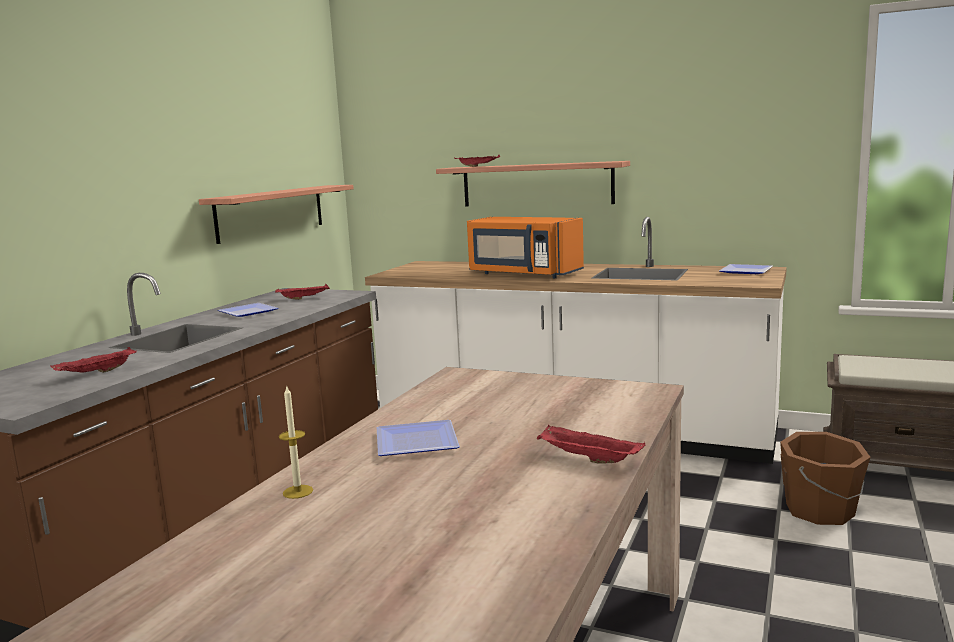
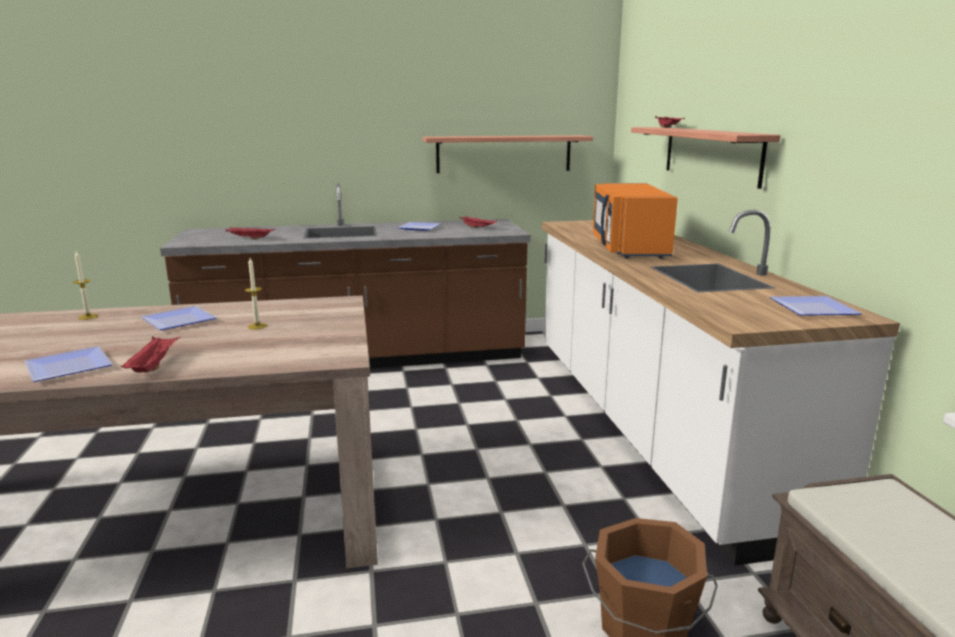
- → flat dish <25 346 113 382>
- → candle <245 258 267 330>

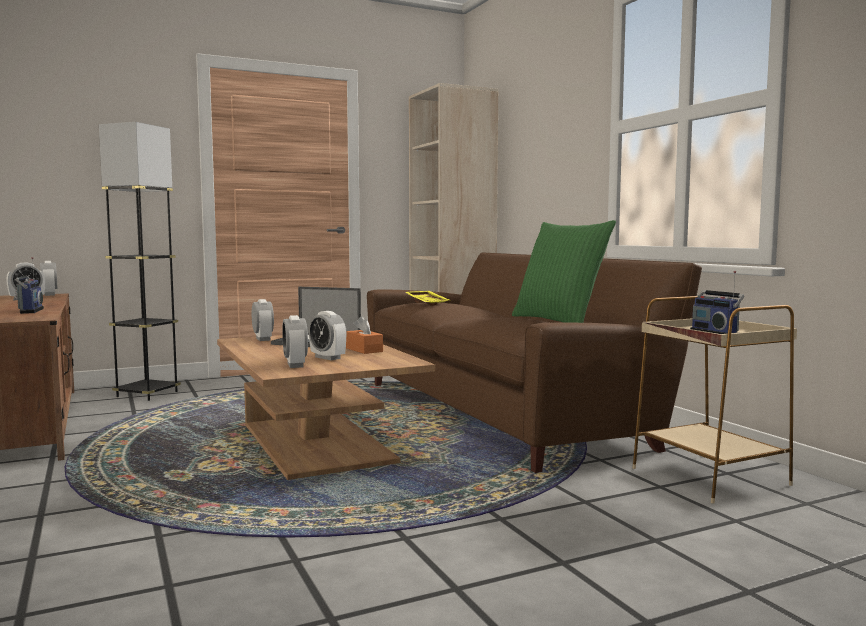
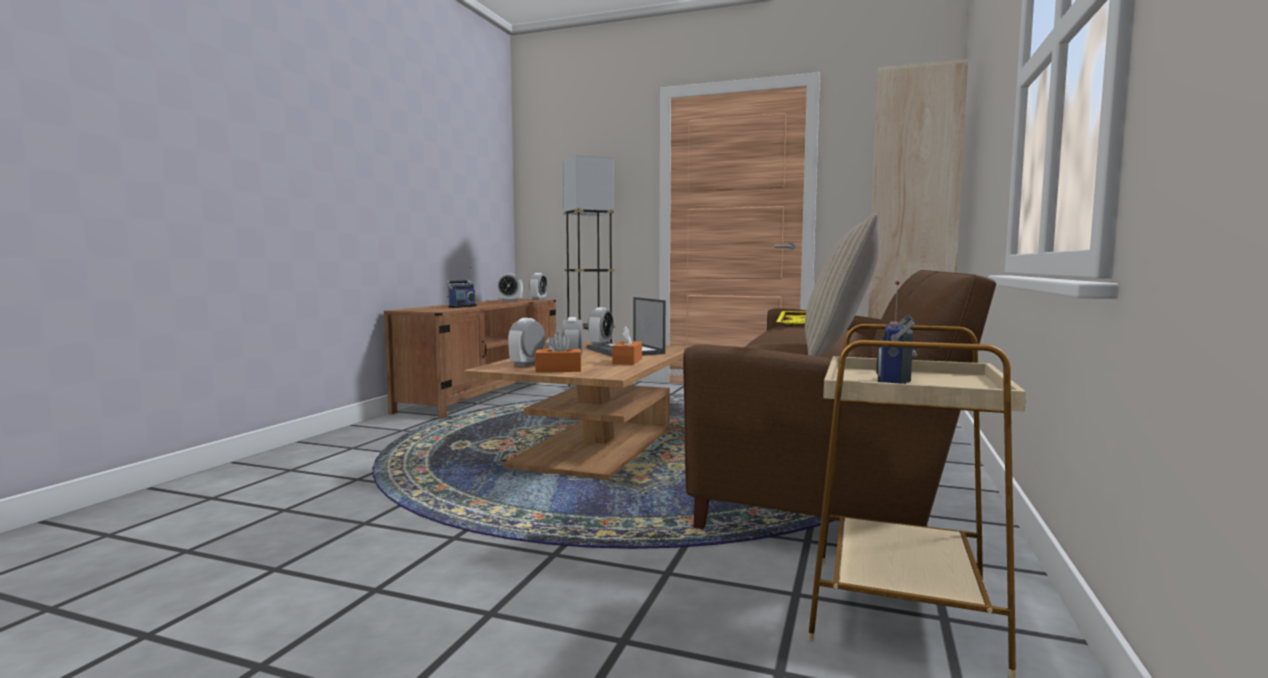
- → tissue box (orangey) <535 332 582 372>
cushion (greenish) <512 220 616 323> → cushion (beige) <805 214 880 357>

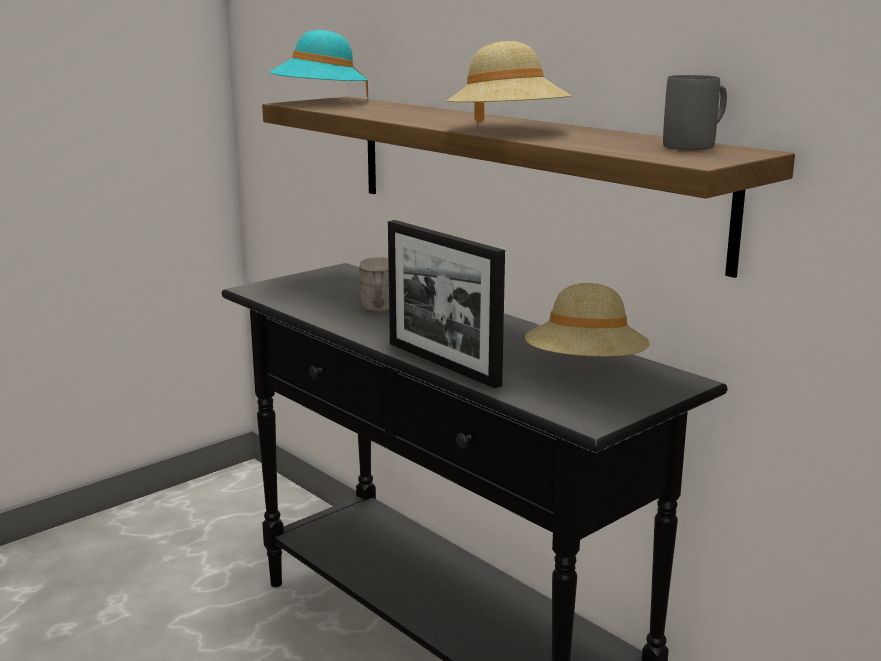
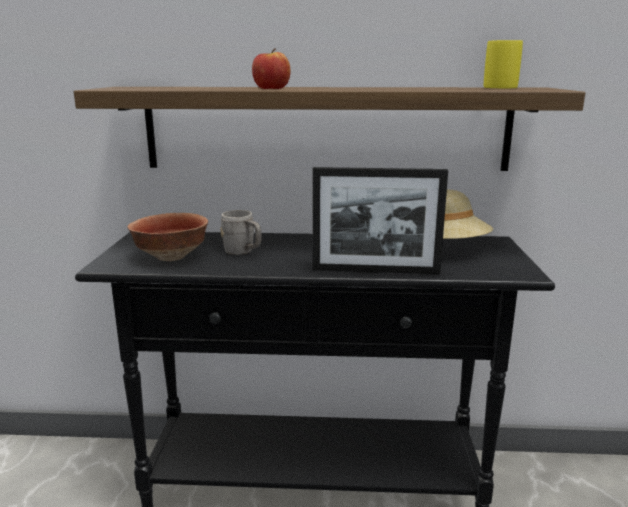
- → serving bowl <128 213 208 261>
- → apple <252 48 290 89>
mug (grey) <663 75 727 150> → mug (yellow) <484 40 523 88>
wearable hat (blue-green) <269 30 368 100> → -
wearable hat (beige) <446 41 571 123> → -

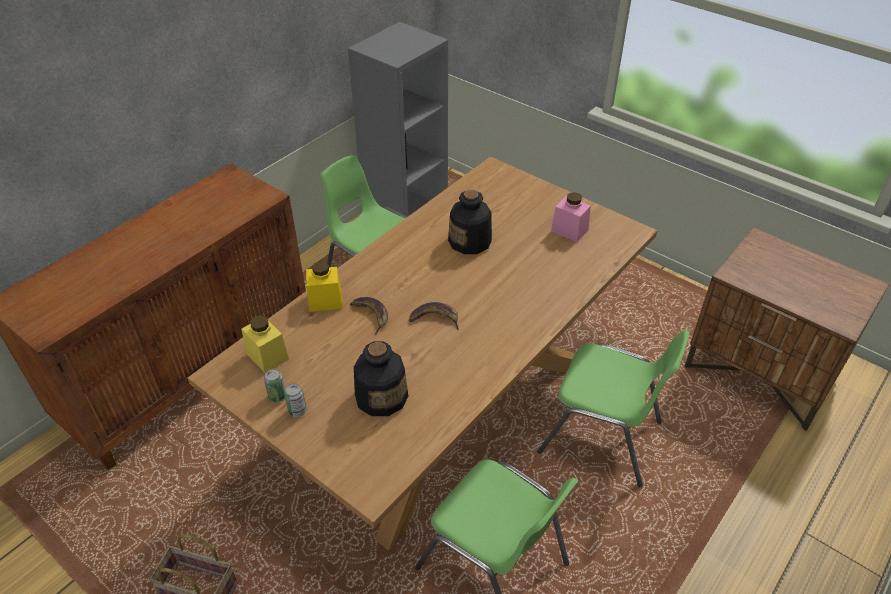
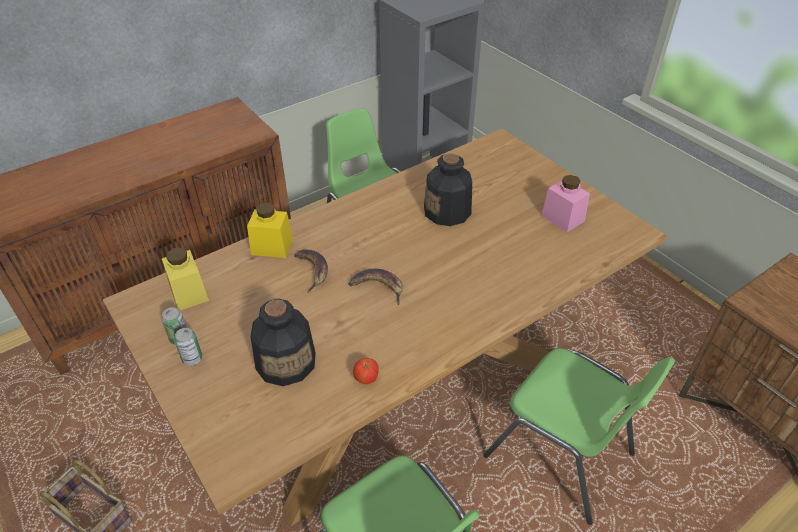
- → apple <353 358 379 384>

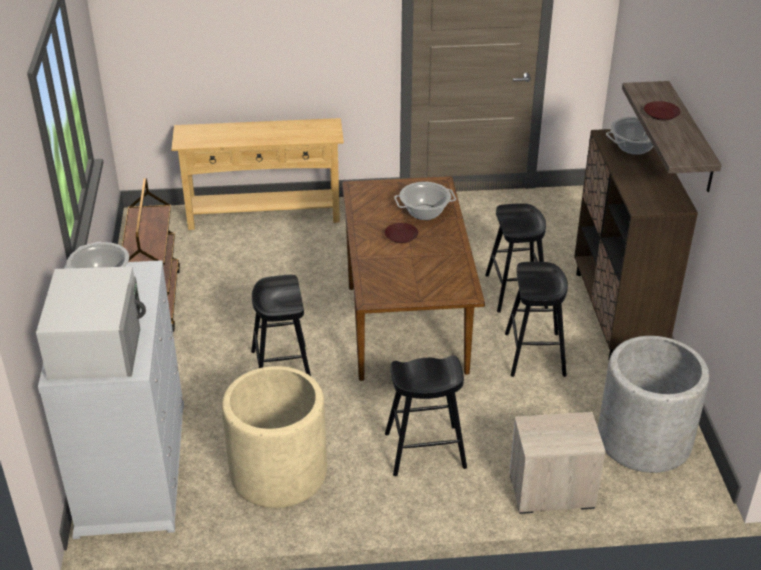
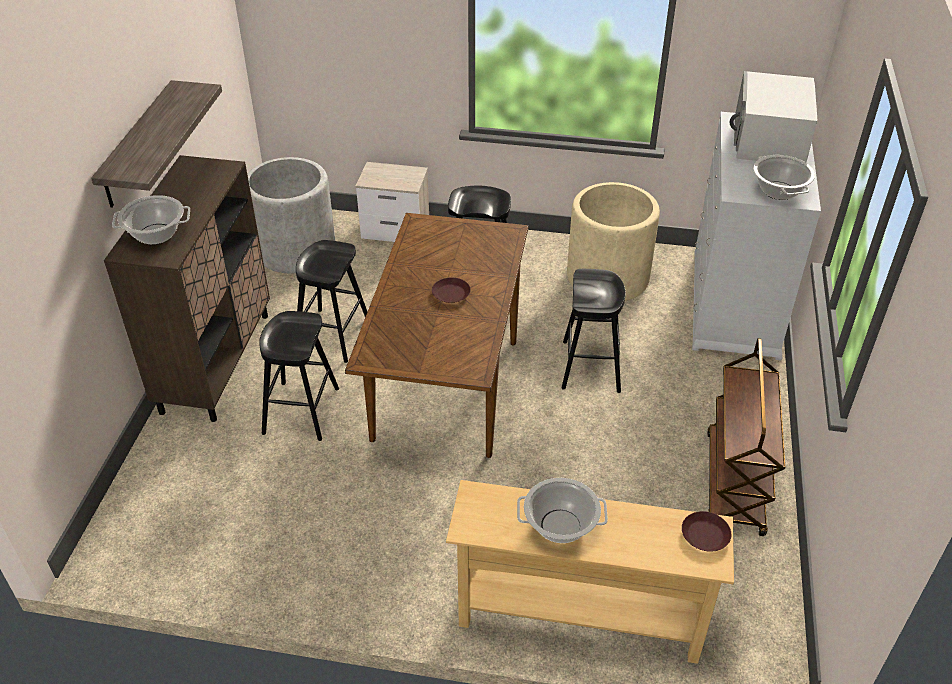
stockpot <394 182 456 220> → stockpot <517 478 608 543>, shifted
flat dish (brownish) <644 101 681 121> → flat dish (brownish) <682 511 731 552>, shifted

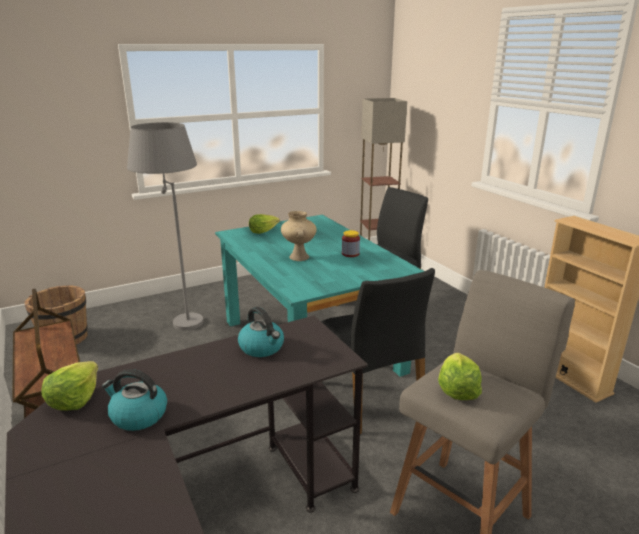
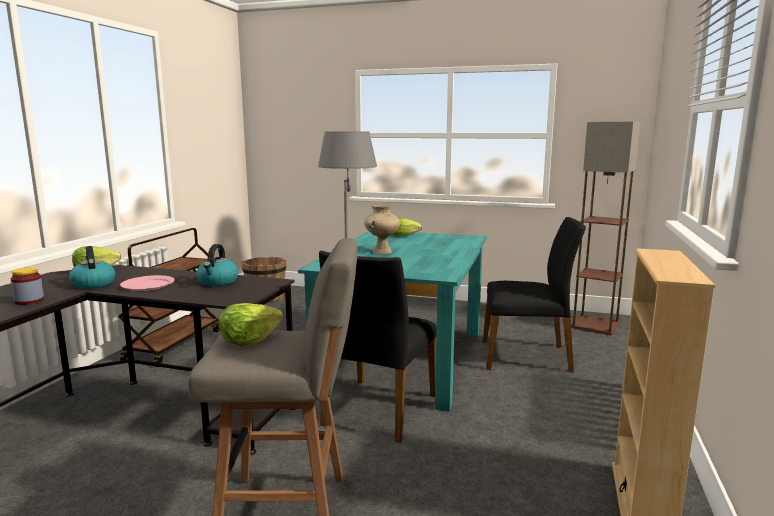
storage jar <342 230 360 257> → storage jar <11 267 44 305>, shifted
- → flat dish (pinkish) <120 275 175 291>

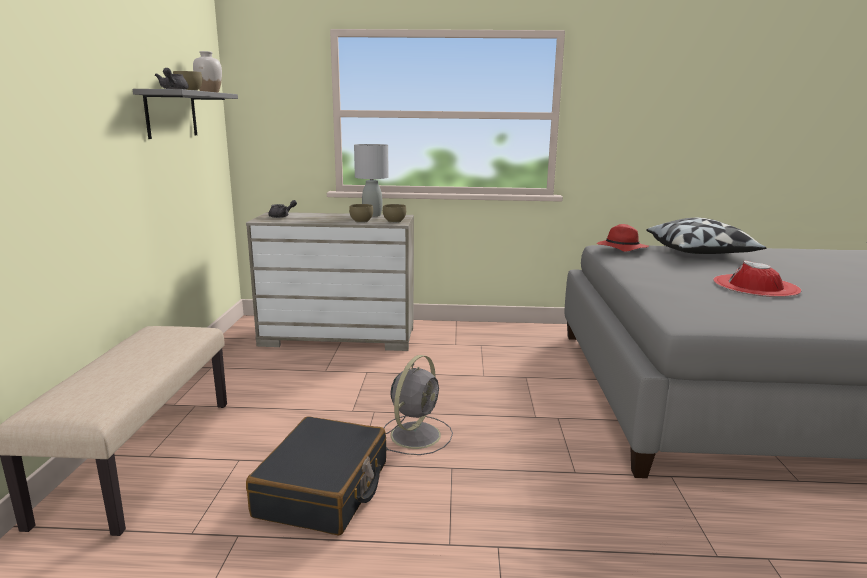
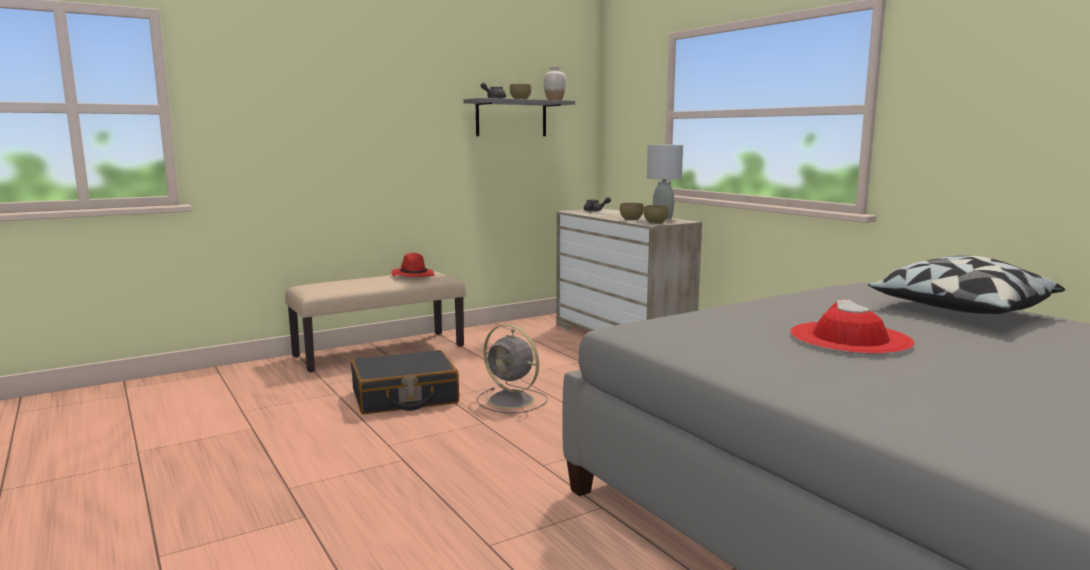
wearable hat (red) <597 224 649 252> → wearable hat (red) <391 253 434 277>, shifted
electric fan (grey) <384 355 453 455> → electric fan (grey) <477 324 548 413>, 45 degrees clockwise

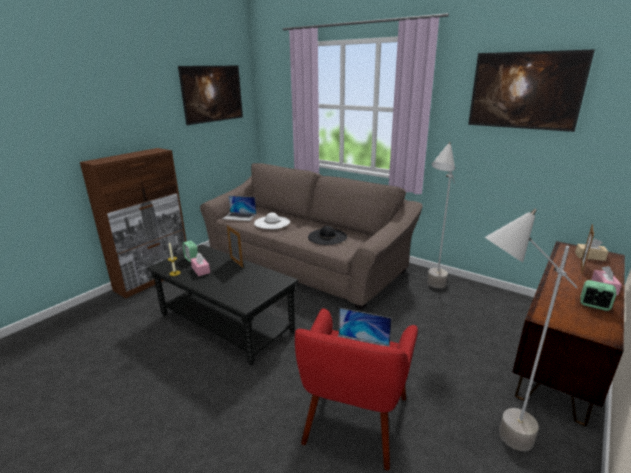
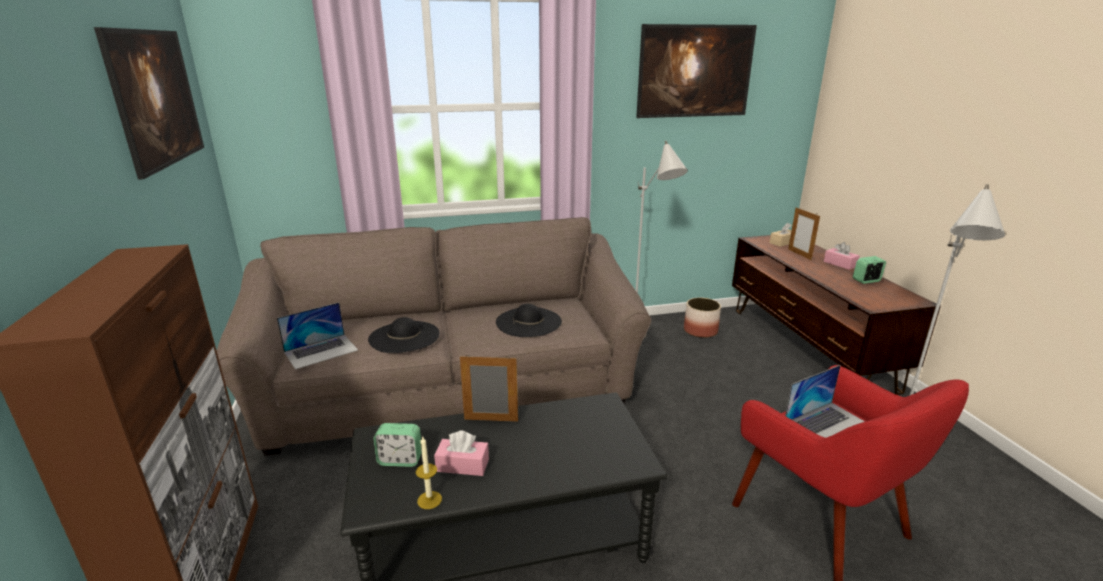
wearable hat (whitish) <254 213 290 229> → wearable hat (black-coloured) <368 317 440 353>
- → planter <684 298 721 338>

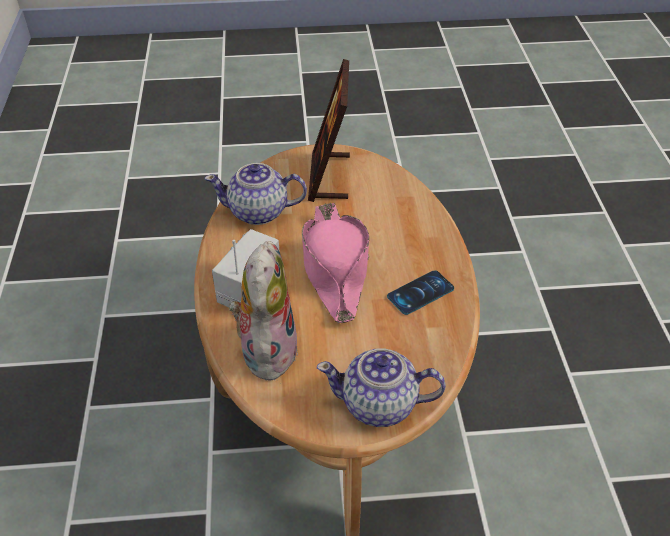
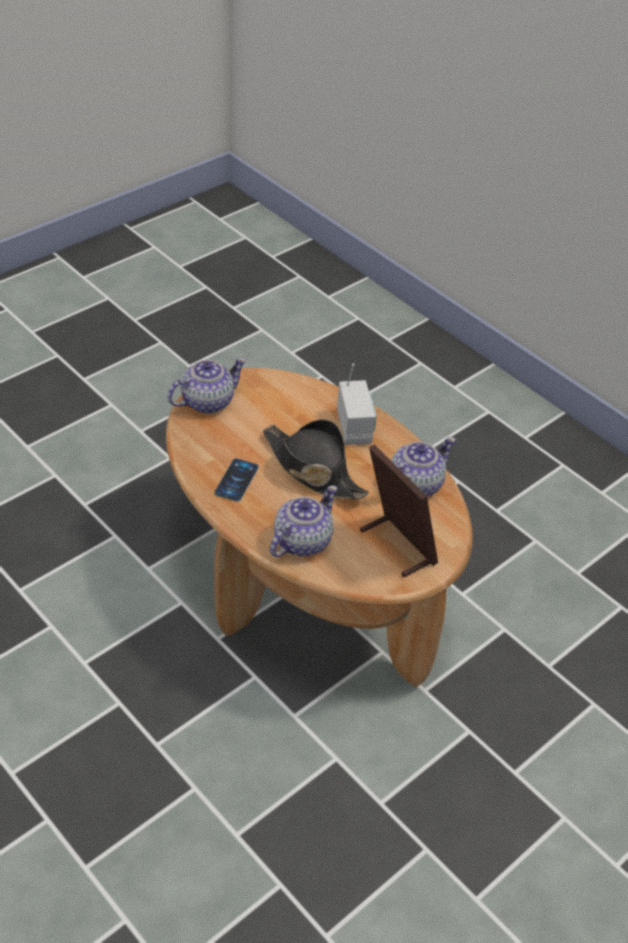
wearable hat (pinkish) <302 203 369 323> → wearable hat (black-coloured) <263 419 369 499>
- → pot for tea <270 485 337 557>
cuddly toy <229 241 298 381> → -

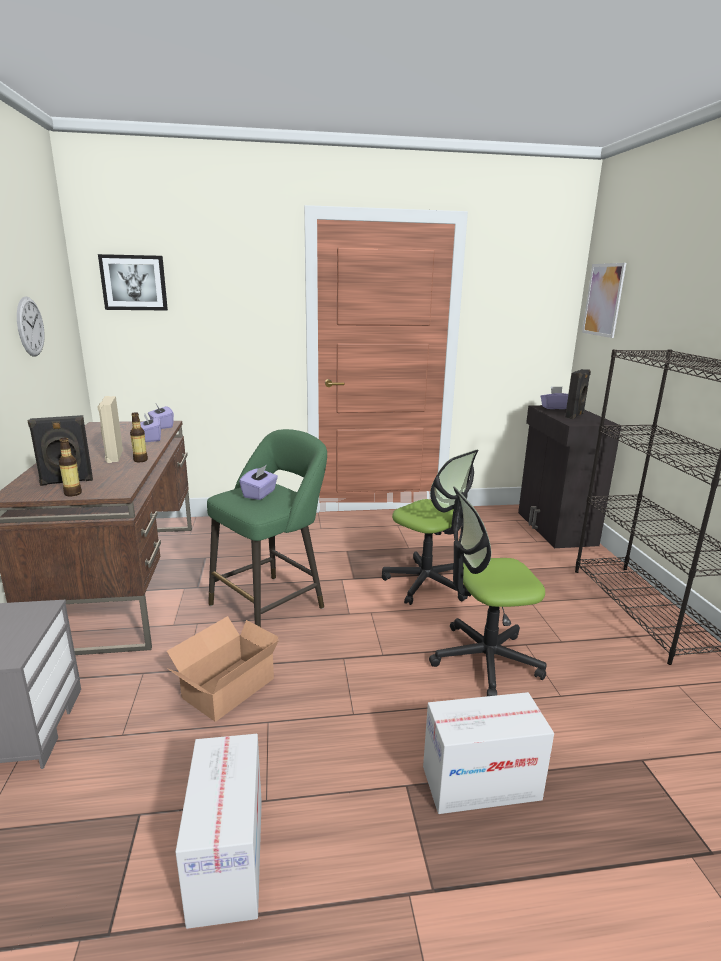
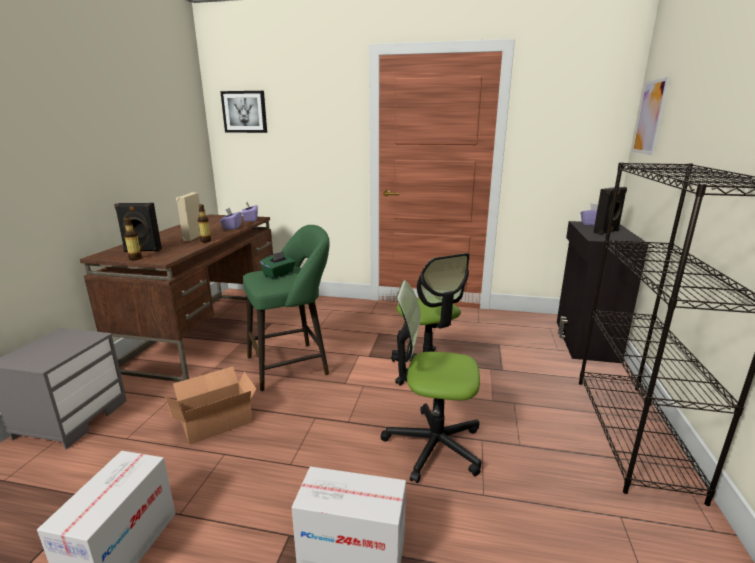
tissue box (purple-coloured) <239 465 278 500> → tissue box (greenish) <260 251 295 279>
hanging clock <17 296 44 356> → -

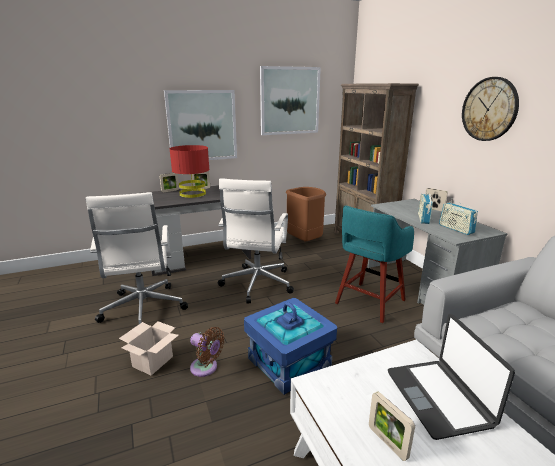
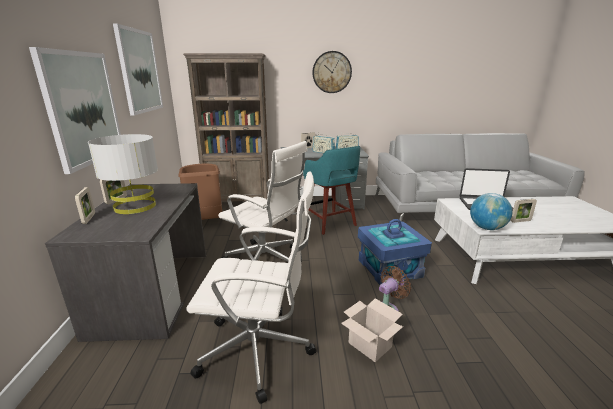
lamp for a table (red) <170 145 210 198> → lamp for a table (grey) <88 134 158 214>
- → desk globe <470 193 512 230>

